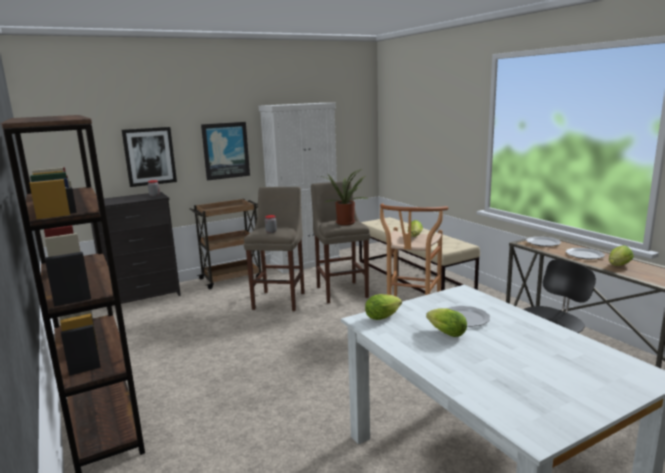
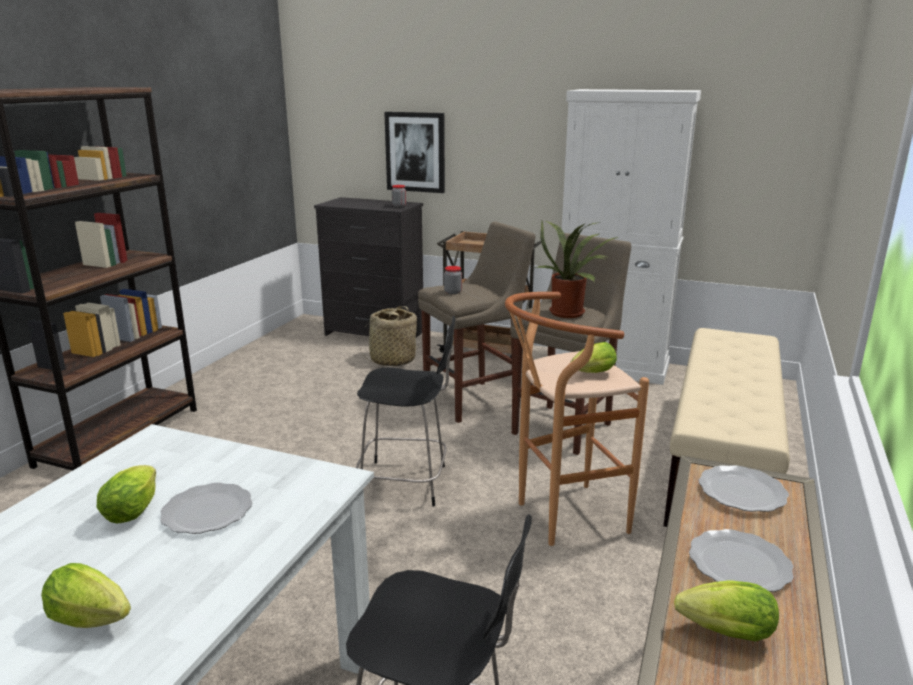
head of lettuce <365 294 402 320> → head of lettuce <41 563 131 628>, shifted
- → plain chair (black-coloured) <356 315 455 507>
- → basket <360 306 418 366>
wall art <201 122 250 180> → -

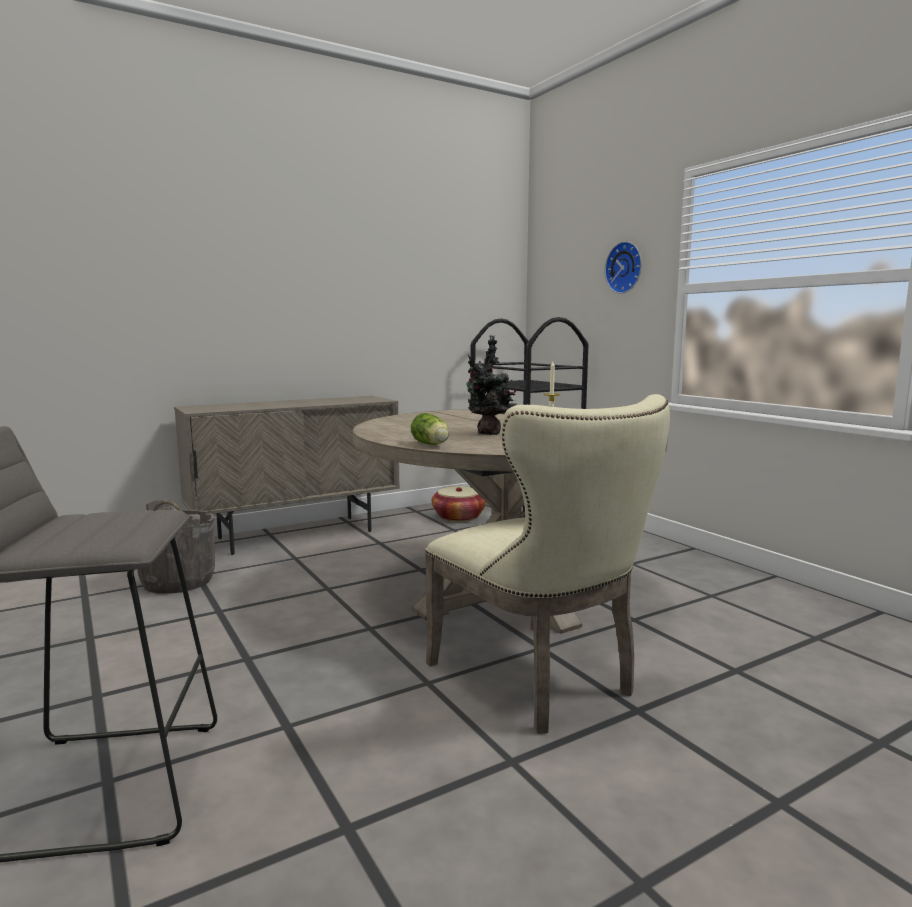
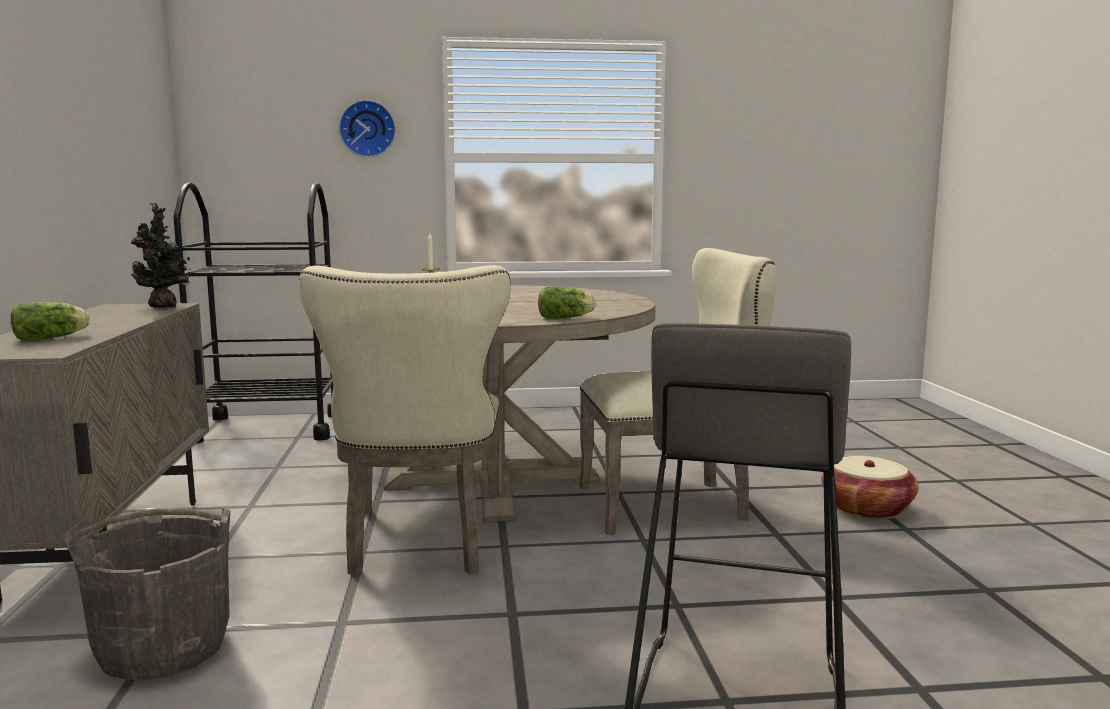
- → head of lettuce <11 302 90 341>
potted plant <466 335 517 435> → potted plant <131 203 191 308>, shifted
- → plain chair (beige) <299 265 511 576>
basket <432 486 486 522> → basket <821 456 918 519>, shifted

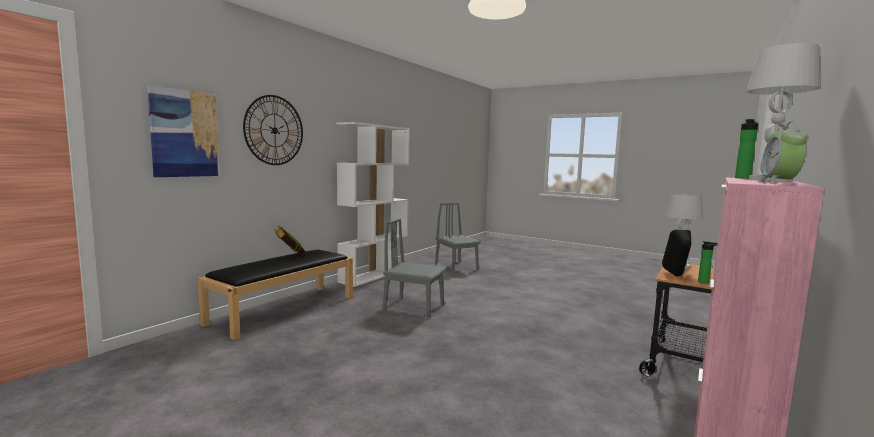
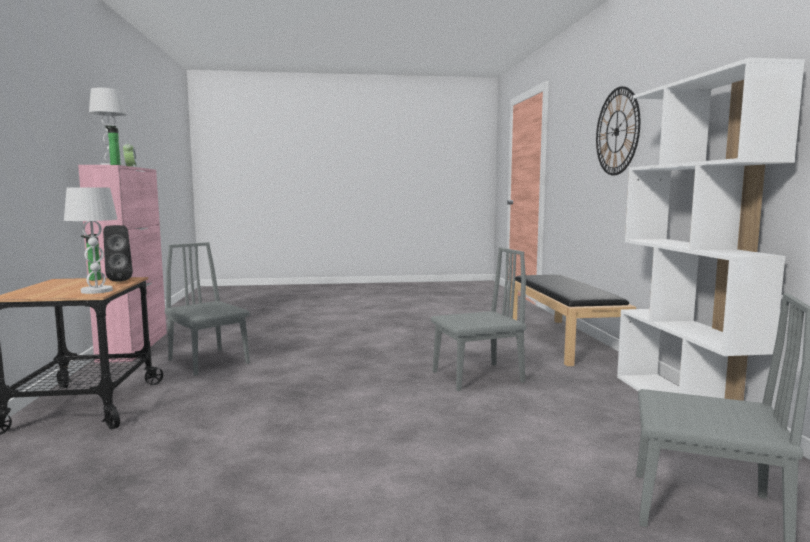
- → plain chair (grey) <165 242 250 376>
wall art <147 86 220 177> → -
bound book <274 225 306 256> → -

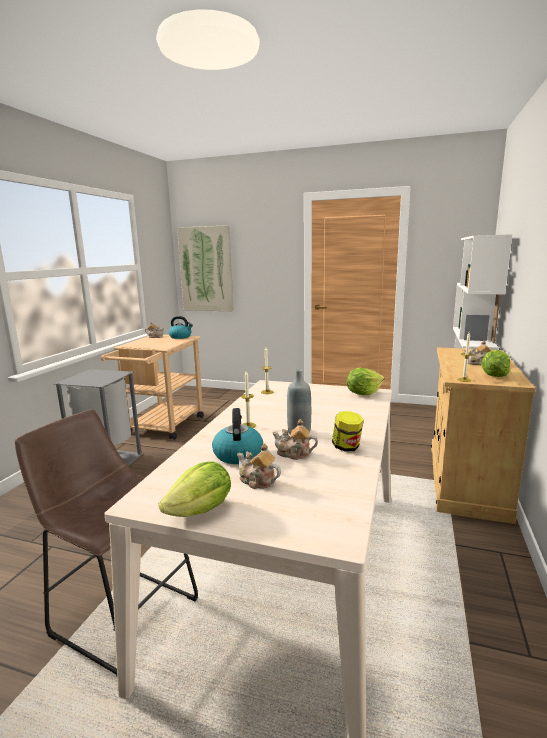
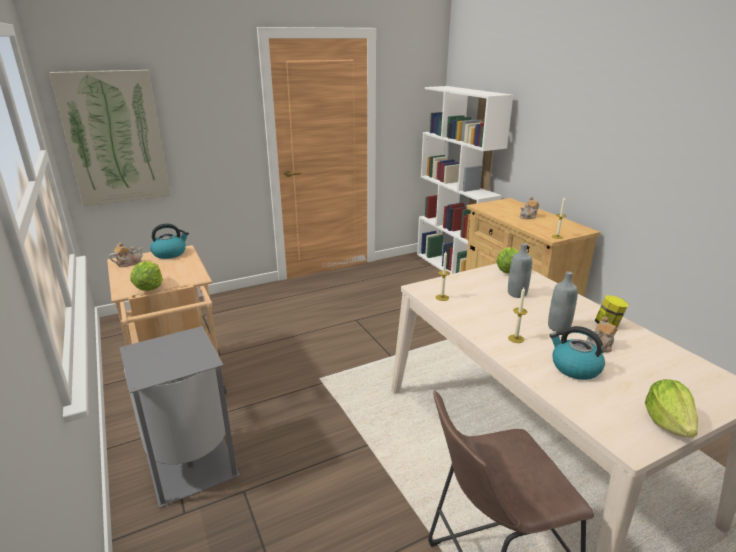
head of lettuce <481 350 510 377> → head of lettuce <130 261 163 291>, shifted
- → drink bottle (grey) <508 243 532 298>
pot for tea <237 443 281 489> → -

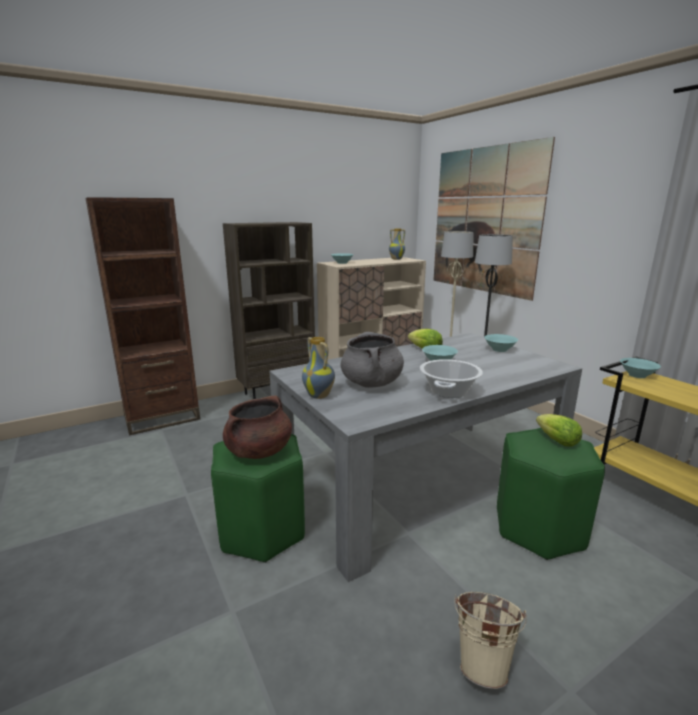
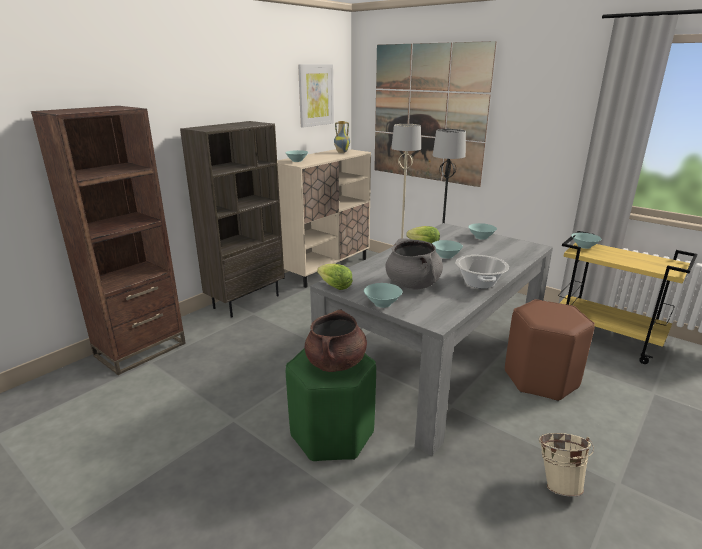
- → wall art <298 64 334 128>
head of lettuce <536 414 582 447> → head of lettuce <317 264 353 290>, shifted
flower vase <302 337 335 399> → serving bowl (blue-green) <364 283 402 308>
stool seat (greenish) <497 428 605 560> → stool seat (brownish) <505 299 595 401>

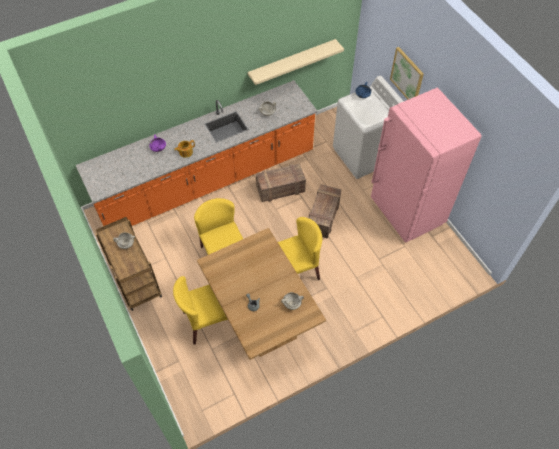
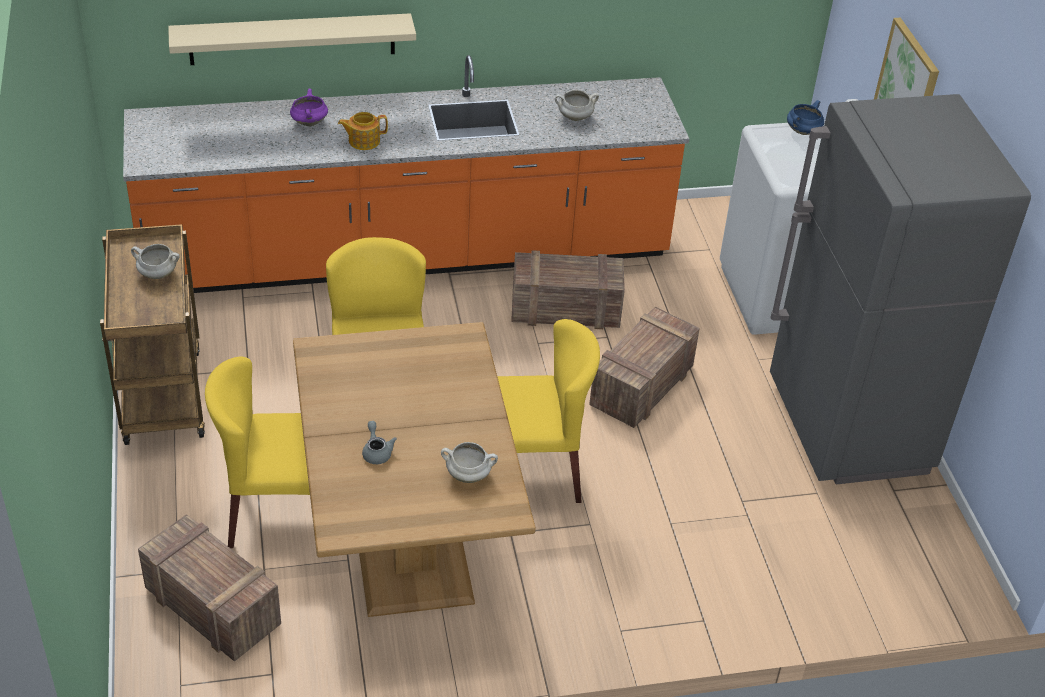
- → crate <138 514 281 662>
bracket shelf (beige) <248 39 344 85> → bracket shelf (beige) <168 13 416 65>, shifted
fridge (pinkish) <371 88 481 243> → fridge (grey) <770 94 1031 484>

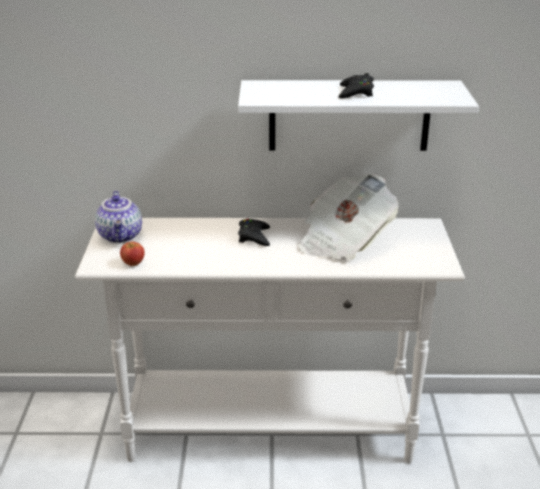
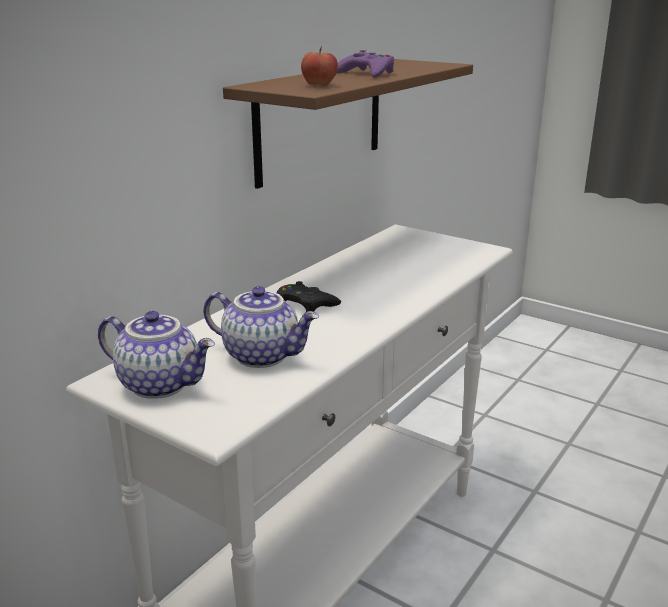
- → pot for tea <203 286 319 368>
bracket shelf (whitish) <238 80 479 151> → bracket shelf (brownish) <223 59 473 189>
apple <120 241 145 266> → apple <301 46 338 86>, shifted
game controller (black-coloured) <338 73 374 98> → game controller (purple-coloured) <337 50 394 78>
daily paper <298 174 399 260> → -

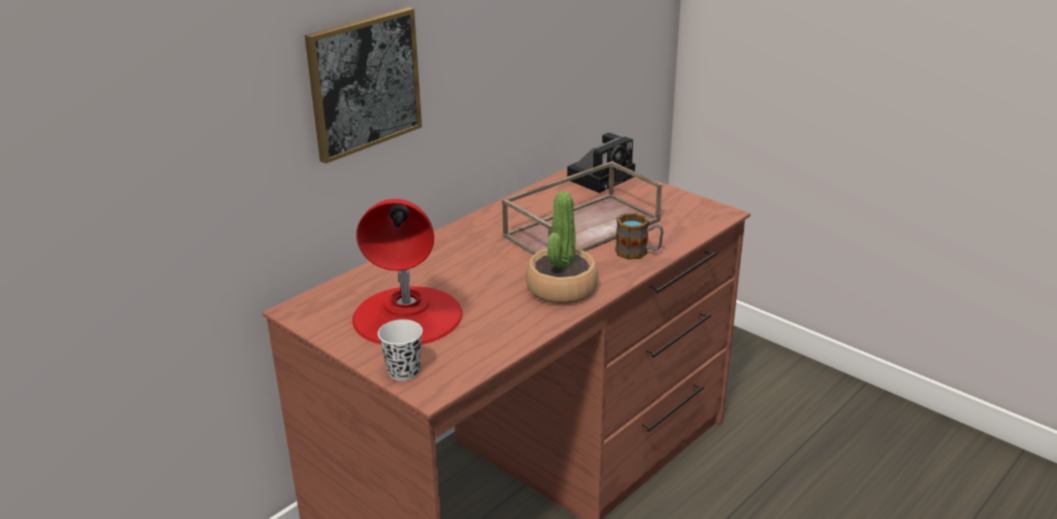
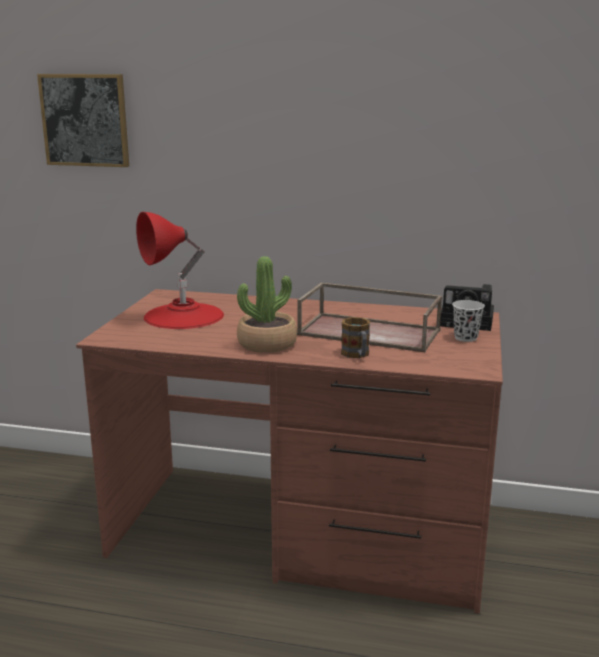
wall art <305 7 422 164> → wall art <37 74 129 167>, shifted
cup (whitish) <378 319 423 381> → cup (whitish) <452 300 485 342>, shifted

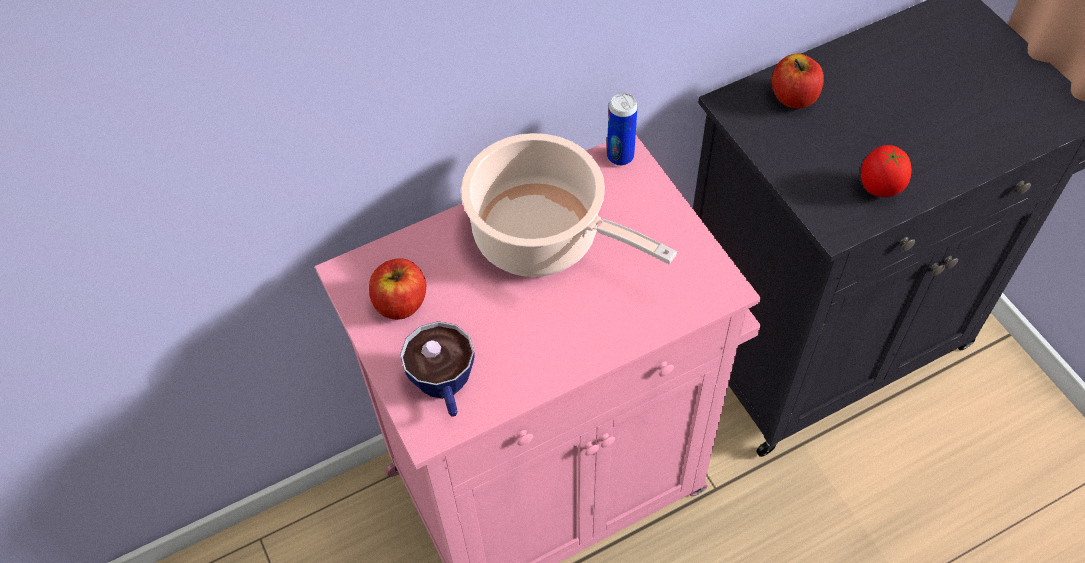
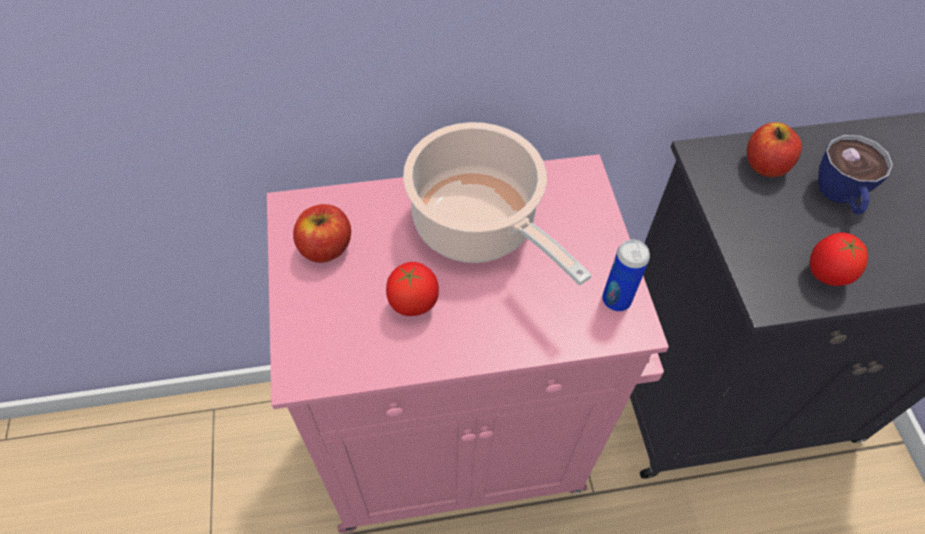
- → whole tomato <386 262 439 316>
can <607 93 638 166> → can <602 240 650 311>, shifted
cup <400 321 475 417> → cup <818 135 893 215>, shifted

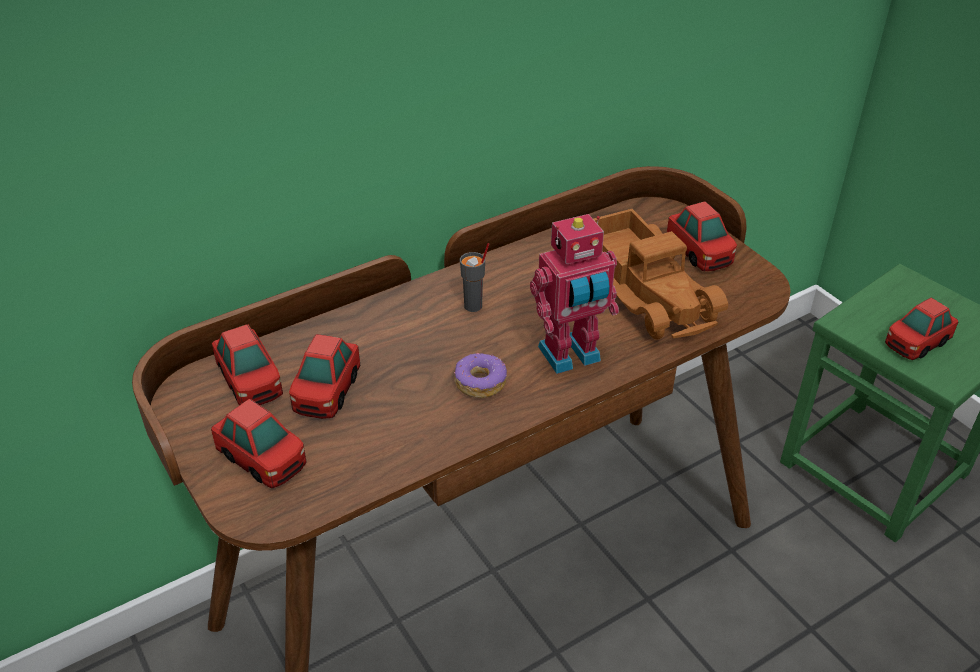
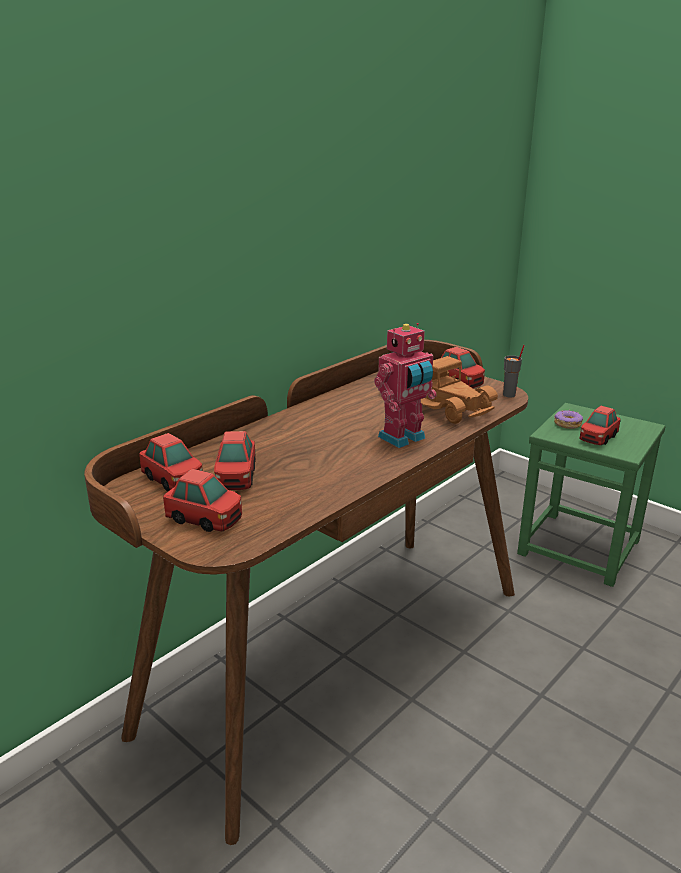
cup (grey) <460 243 489 312> → cup (grey) <503 345 525 398>, shifted
doughnut <454 353 507 398> → doughnut <554 409 583 429>, shifted

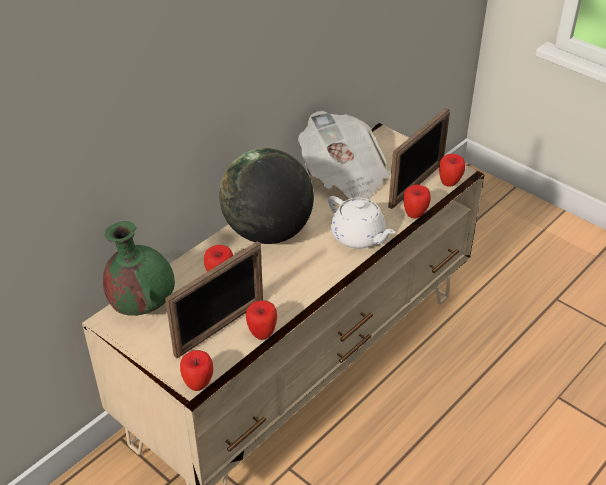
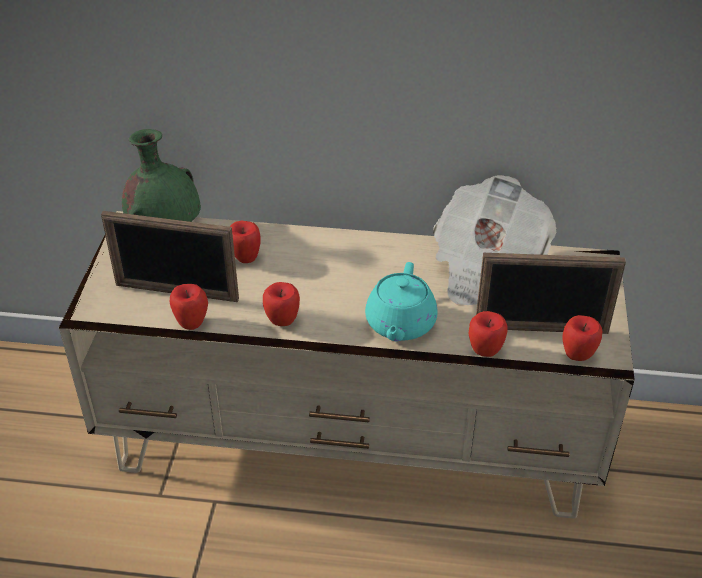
apple <180 350 213 391> → apple <263 282 300 326>, shifted
pot for tea (whitish) <328 196 396 249> → pot for tea (blue-green) <365 262 438 341>
desk globe <219 148 314 244> → -

